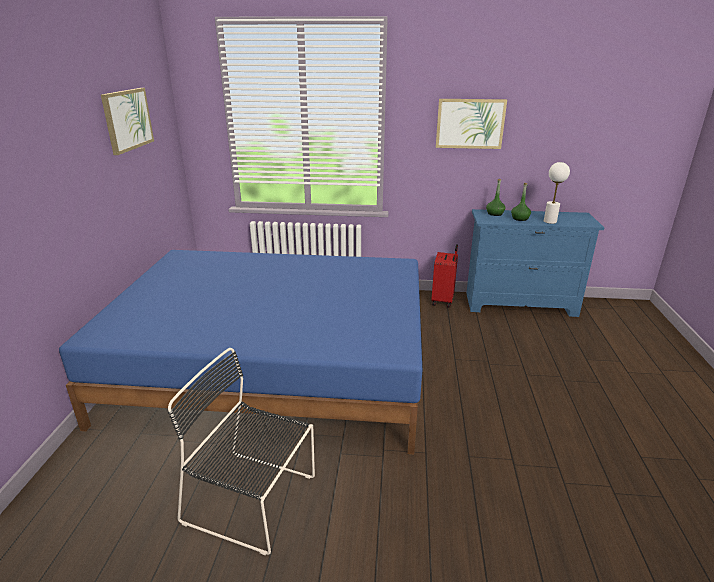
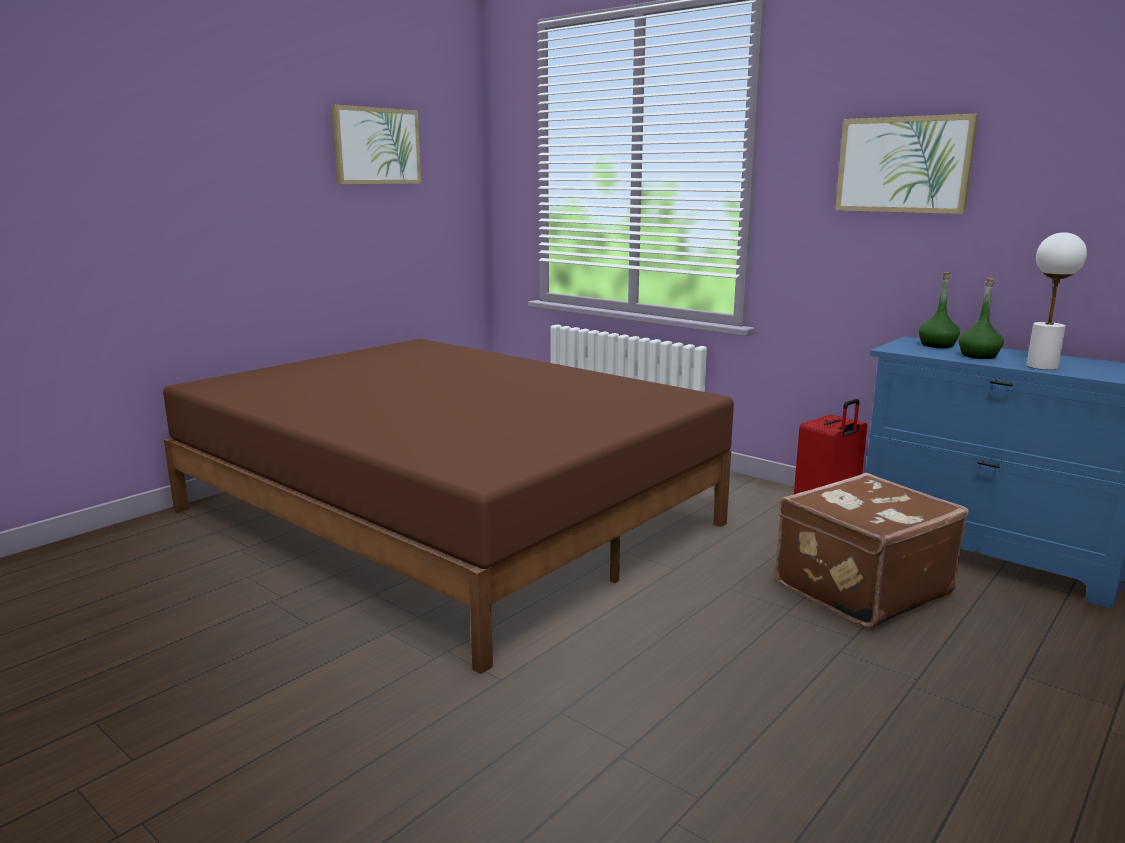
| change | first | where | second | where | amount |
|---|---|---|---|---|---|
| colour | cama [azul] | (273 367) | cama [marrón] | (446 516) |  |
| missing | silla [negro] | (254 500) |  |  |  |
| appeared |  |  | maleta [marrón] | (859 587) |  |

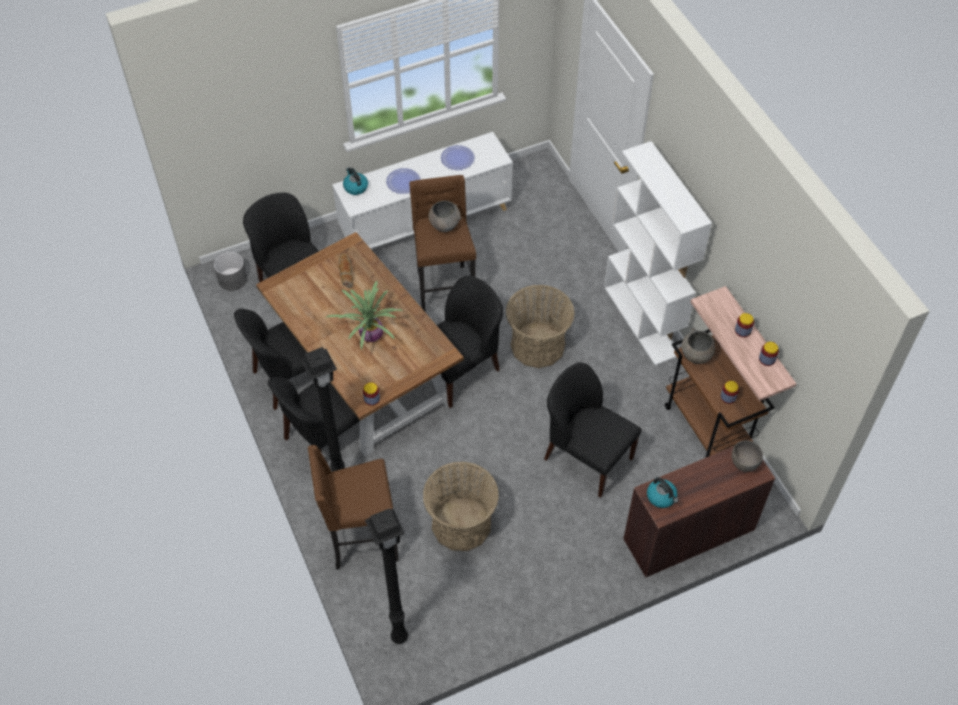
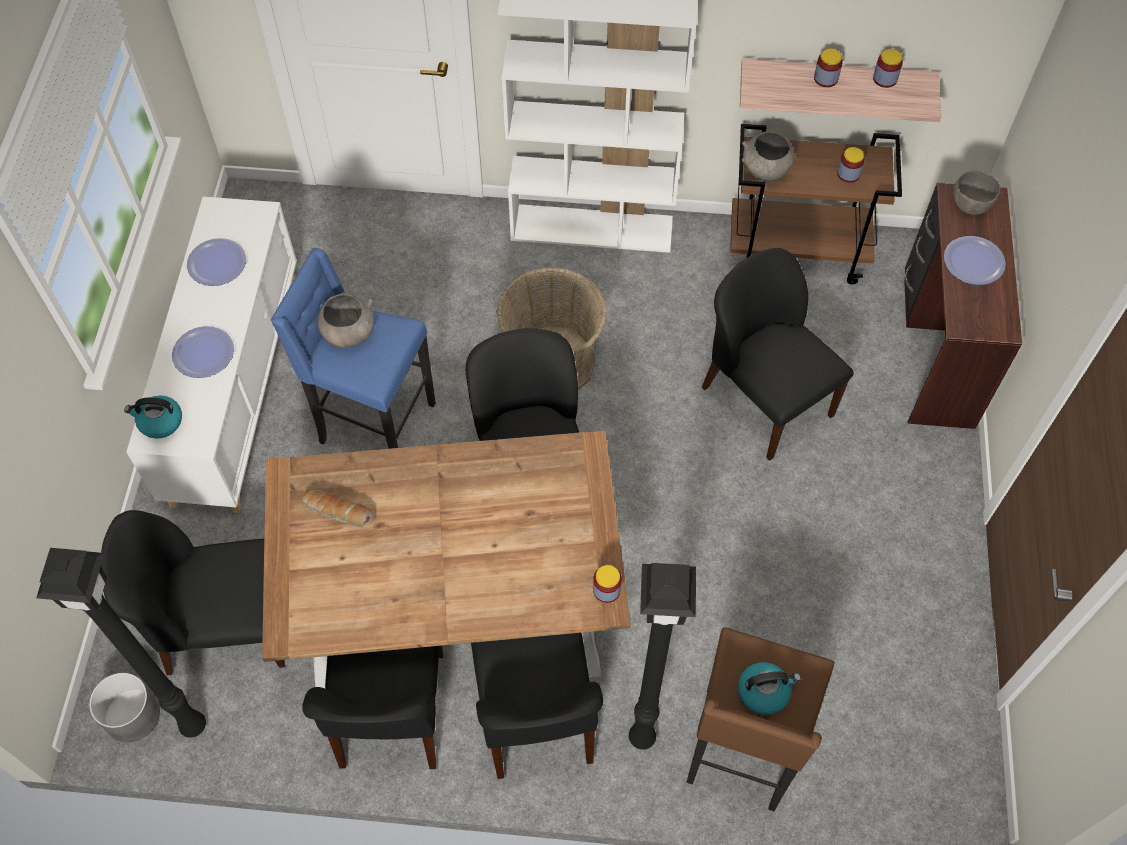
| change | first | where | second | where | amount |
|---|---|---|---|---|---|
| missing | planta en maceta | (370 335) |  |  |  |
| relocated | lámpara de pie [negro] | (400 636) |  | (192 724) |  |
| colour | taburete [marrón] | (444 288) | taburete [azul] | (374 424) |  |
| missing | cesta | (461 524) |  |  |  |
| spun | silla [negro] | (586 458) |  | (765 400) | 75 degrees clockwise |
| relocated | hervidor | (661 497) |  | (764 691) |  |
| appeared |  |  | plato | (973 261) |  |

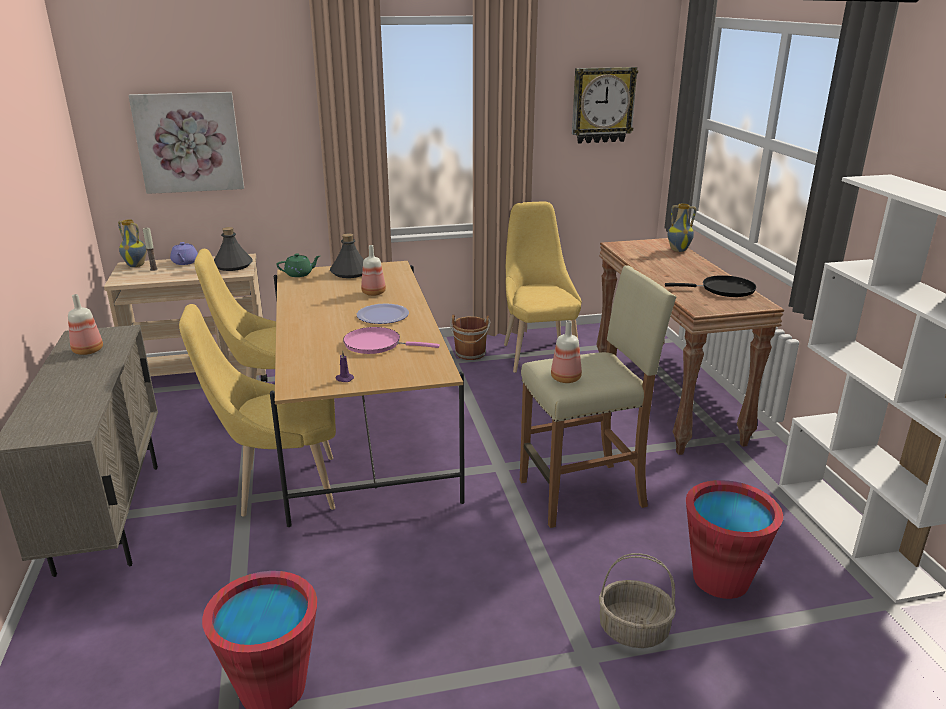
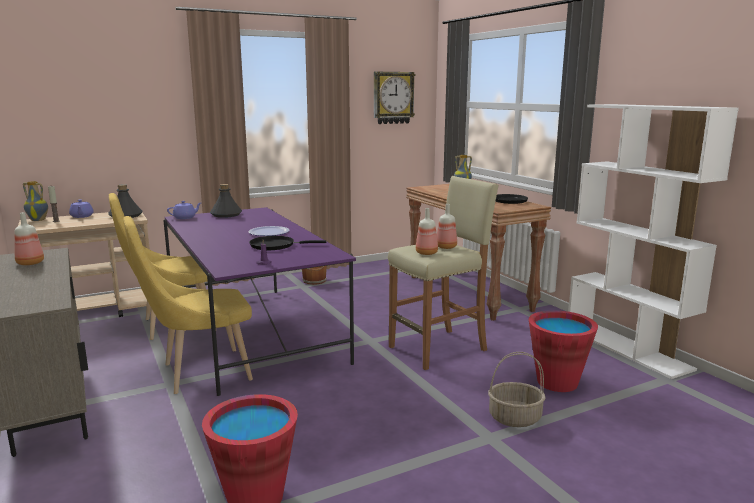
| change | first | where | second | where | amount |
|---|---|---|---|---|---|
| missing | cuadro | (189 142) |  |  |  |
| colour | mesa de comedor [beis] | (363 433) | mesa de comedor [morado] | (253 333) |  |
| colour | tetera [verde] | (299 274) | tetera [morado] | (185 217) |  |
| colour | sartén [rosa] | (377 344) | sartén [negro] | (276 246) |  |
| relocated | botella | (373 293) |  | (445 247) |  |
| missing | silla [amarillo] | (538 353) |  |  |  |

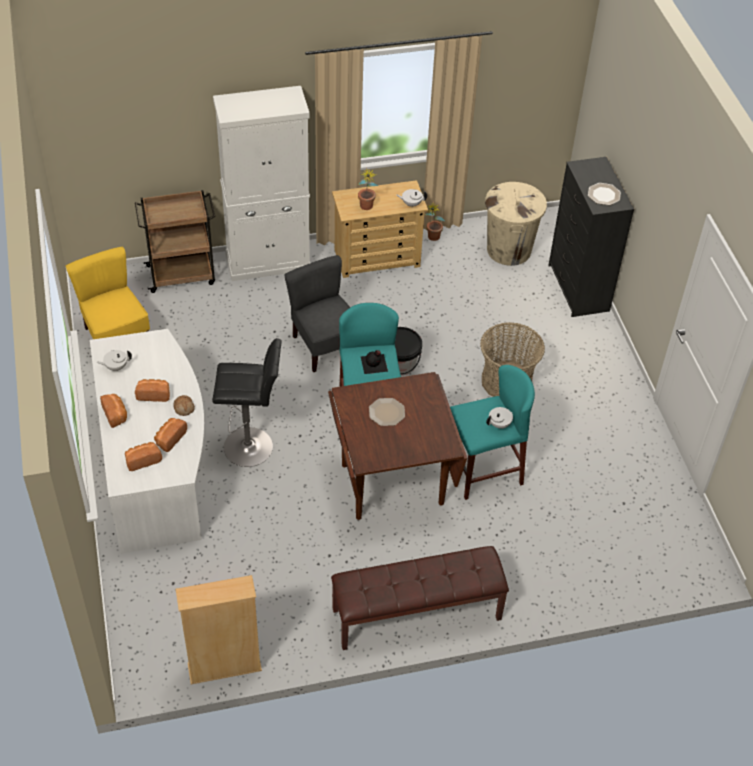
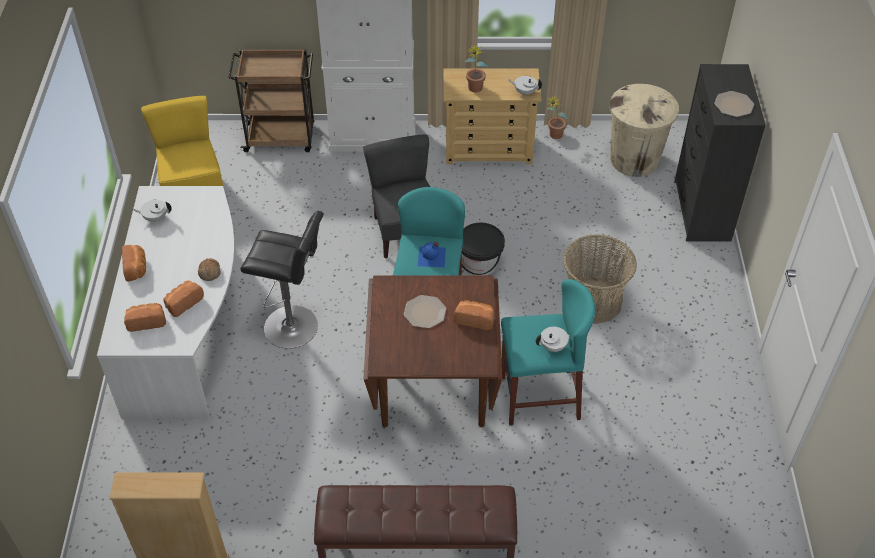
| change | first | where | second | where | amount |
|---|---|---|---|---|---|
| relocated | pan | (154 394) |  | (475 319) |  |
| colour | botella [negro] | (374 364) | botella [azul] | (432 257) |  |

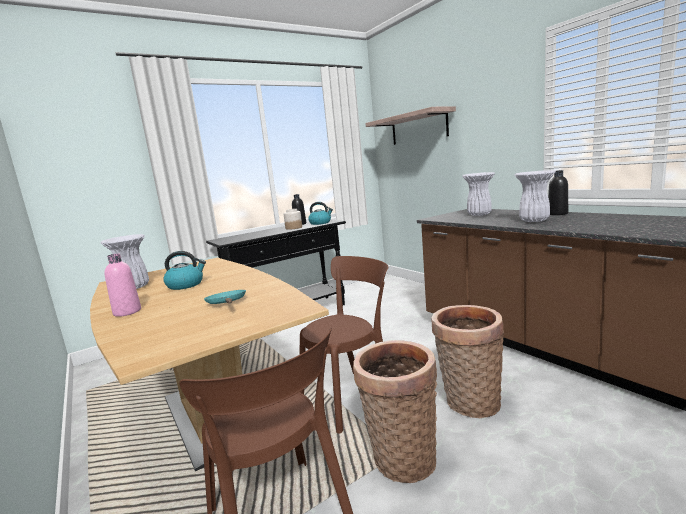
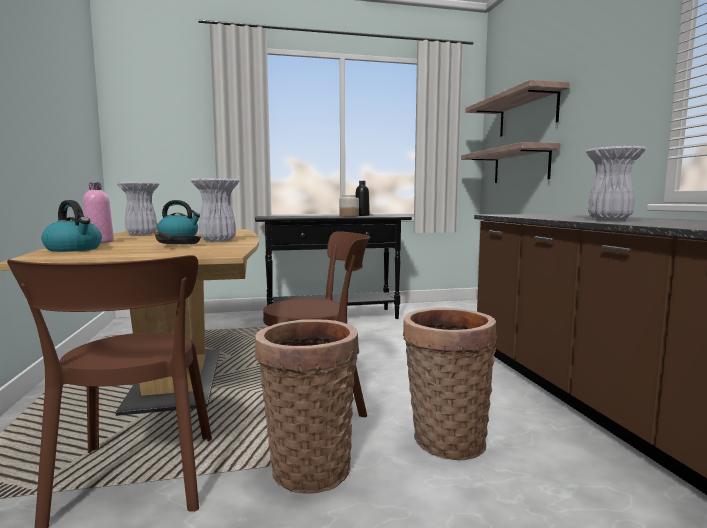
| change | first | where | second | where | amount |
|---|---|---|---|---|---|
| colour | sartén [turquesa] | (227 303) | sartén [negro] | (177 246) |  |
| relocated | hervidor | (320 223) |  | (74 249) |  |
| relocated | florero [blanco] | (478 214) |  | (218 240) |  |
| missing | botella [negro] | (557 214) |  |  |  |
| appeared |  |  | estante | (521 165) |  |

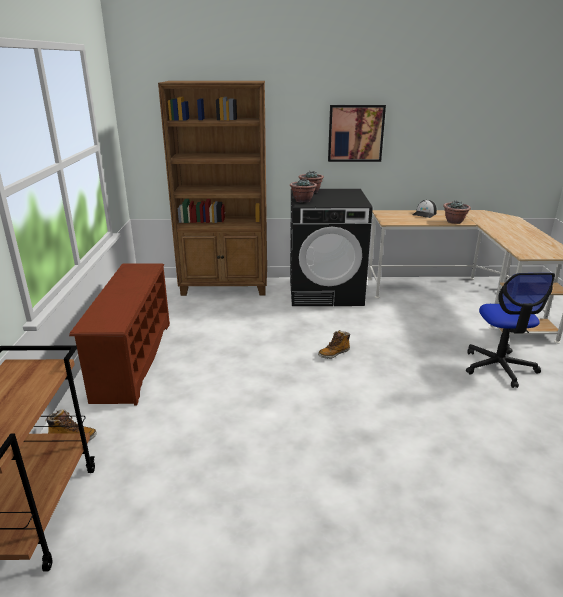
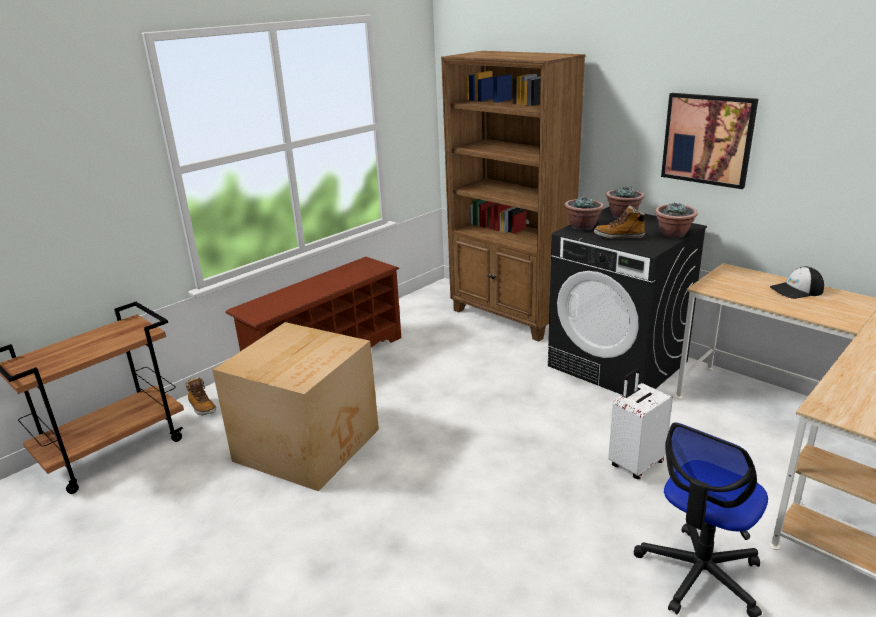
| change | first | where | second | where | amount |
|---|---|---|---|---|---|
| relocated | bota | (334 353) |  | (619 237) |  |
| relocated | planta en maceta | (454 222) |  | (673 234) |  |
| appeared |  |  | caja de cartón | (309 444) |  |
| appeared |  |  | maleta [blanco] | (635 464) |  |

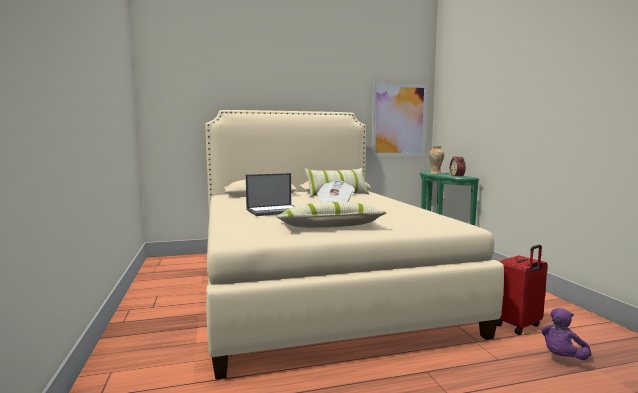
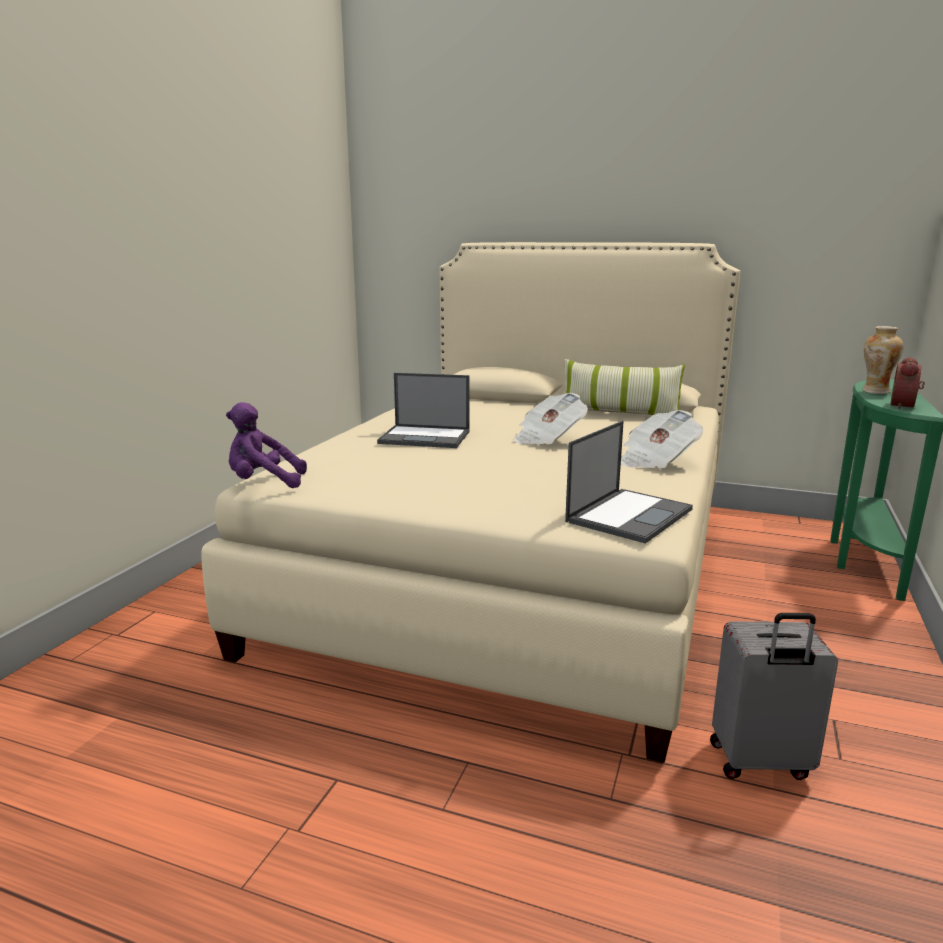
| change | first | where | second | where | amount |
|---|---|---|---|---|---|
| missing | cojín | (329 227) |  |  |  |
| missing | cuadro | (398 120) |  |  |  |
| colour | maleta [rojo] | (518 326) | maleta [gris] | (760 762) |  |
| relocated | peluche [morado] | (562 358) |  | (264 483) |  |
| appeared |  |  | portátil | (629 515) |  |
| appeared |  |  | periódico | (656 461) |  |

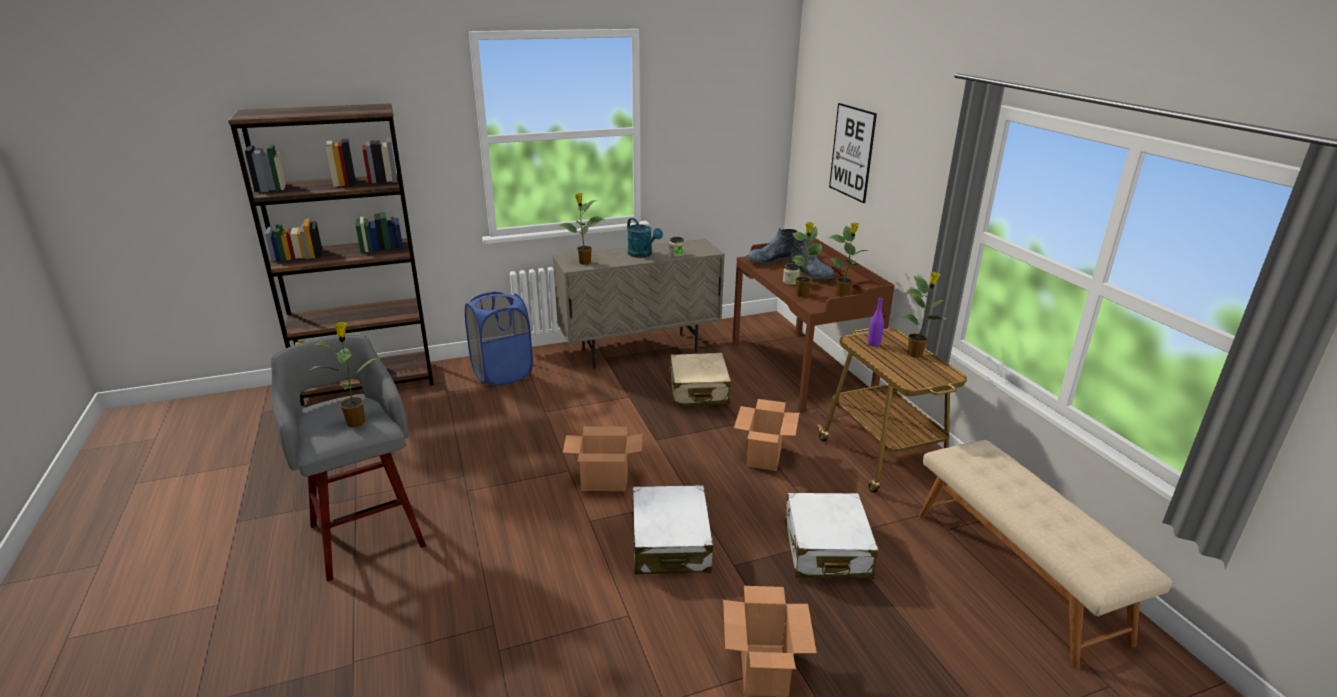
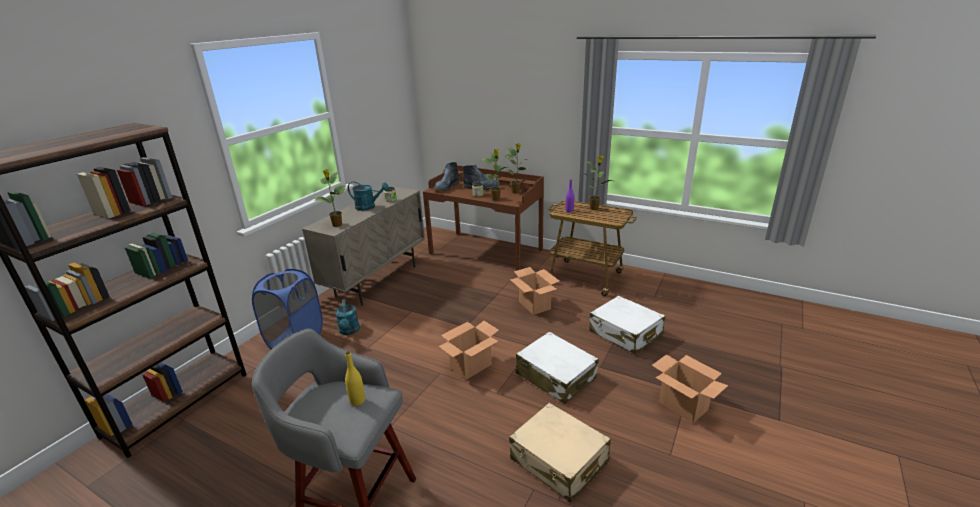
| change | first | where | second | where | amount |
|---|---|---|---|---|---|
| exchanged | planta en maceta | (356 421) | botella [amarillo] | (357 401) |  |
| relocated | maleta [beis] | (698 391) |  | (559 461) |  |
| missing | cuadro | (852 152) |  |  |  |
| missing | banco [beis] | (1017 573) |  |  |  |
| appeared |  |  | regadera [turquesa] | (349 331) |  |

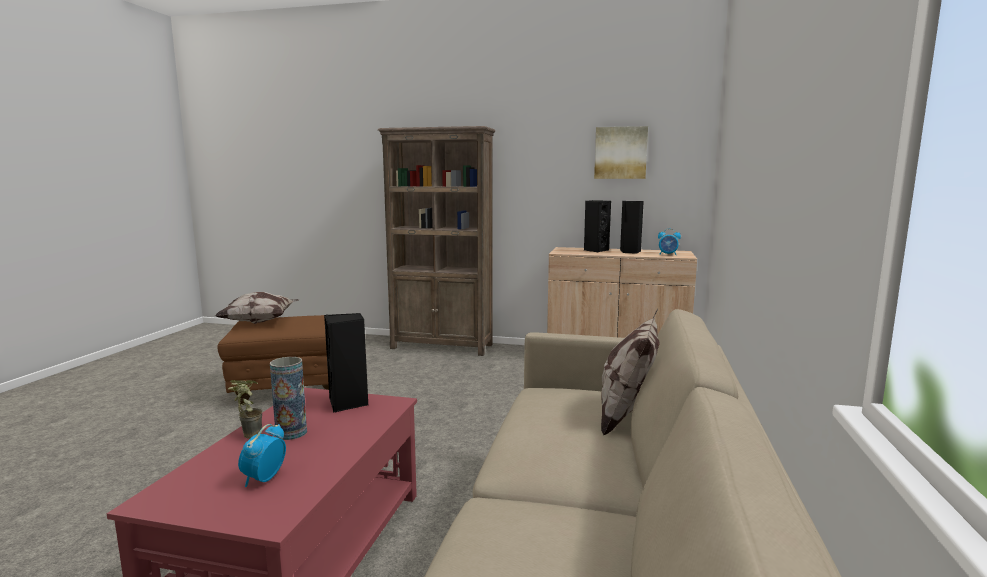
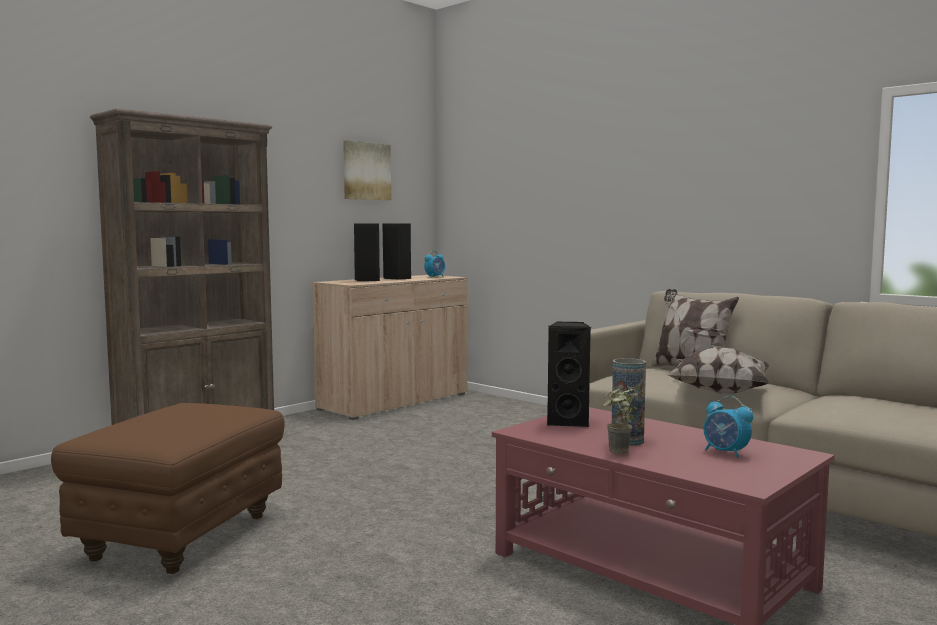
| change | first | where | second | where | amount |
|---|---|---|---|---|---|
| relocated | cojín | (260 321) |  | (718 392) |  |

